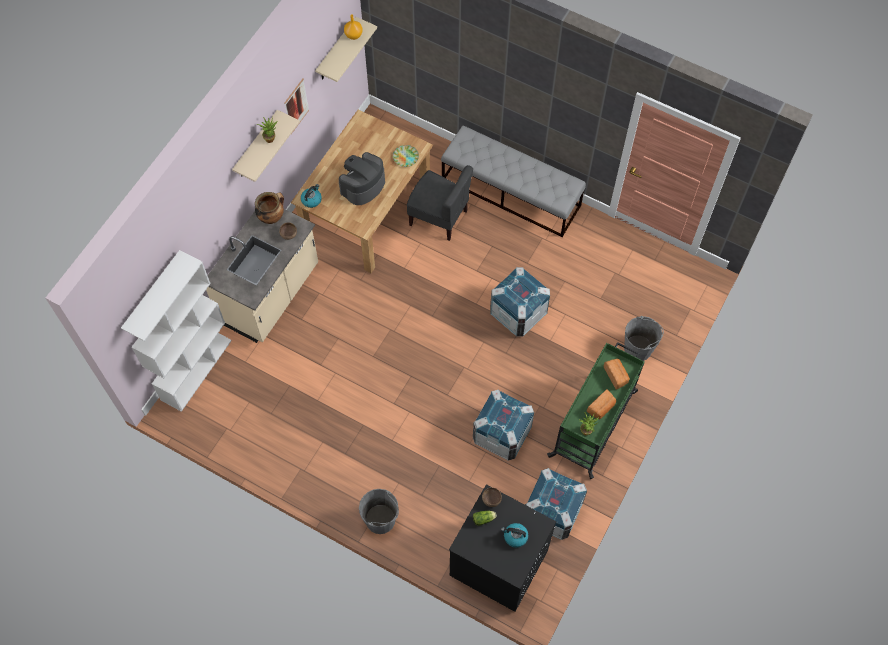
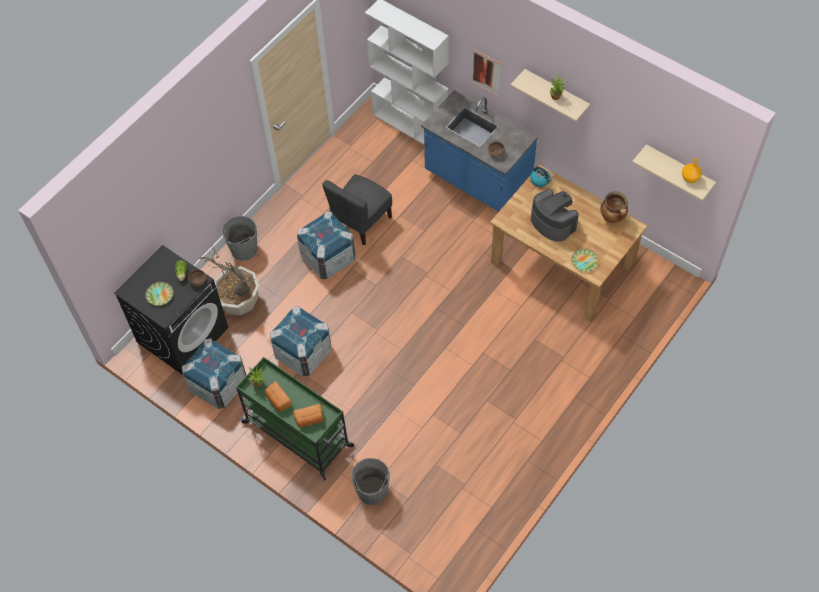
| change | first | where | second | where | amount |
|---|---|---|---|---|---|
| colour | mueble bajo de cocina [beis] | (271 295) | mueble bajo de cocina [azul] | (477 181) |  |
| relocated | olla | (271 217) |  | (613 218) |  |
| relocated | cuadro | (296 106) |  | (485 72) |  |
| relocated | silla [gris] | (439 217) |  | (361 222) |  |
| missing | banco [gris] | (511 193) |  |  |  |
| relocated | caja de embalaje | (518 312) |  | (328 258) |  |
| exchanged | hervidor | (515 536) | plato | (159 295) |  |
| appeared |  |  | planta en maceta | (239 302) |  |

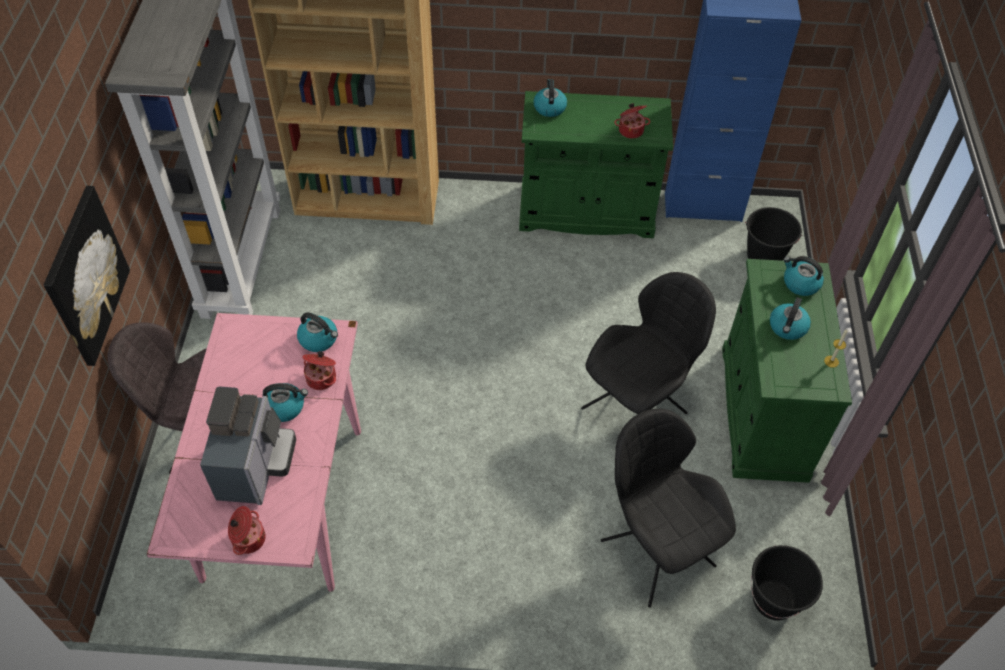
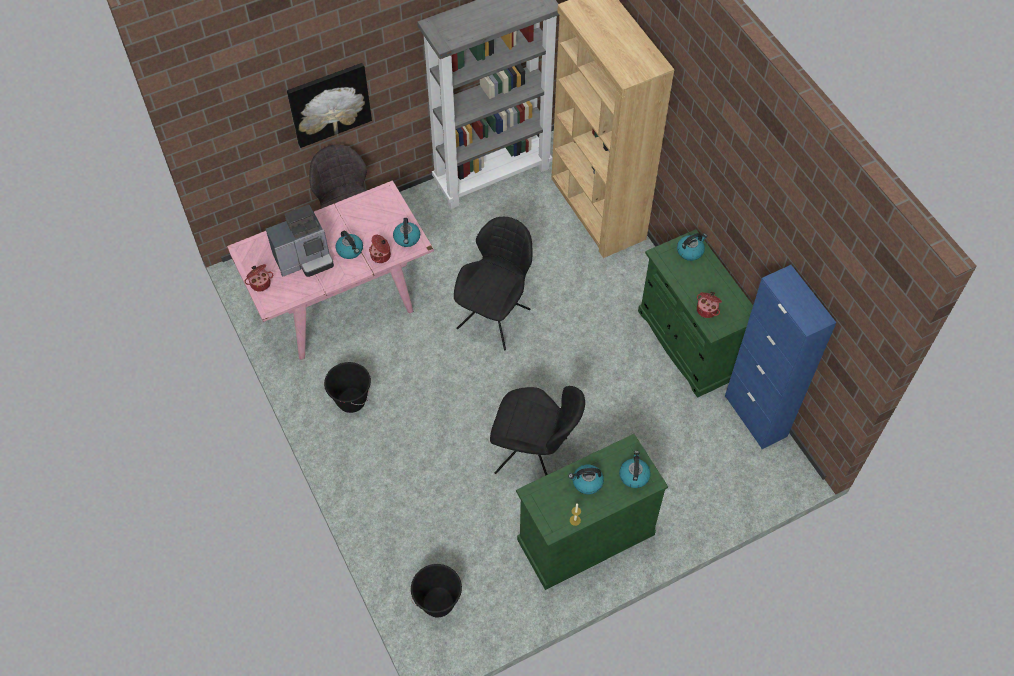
| change | first | where | second | where | amount |
|---|---|---|---|---|---|
| relocated | silla [negro] | (655 549) |  | (495 317) |  |
| relocated | cubo [negro] | (764 257) |  | (351 400) |  |

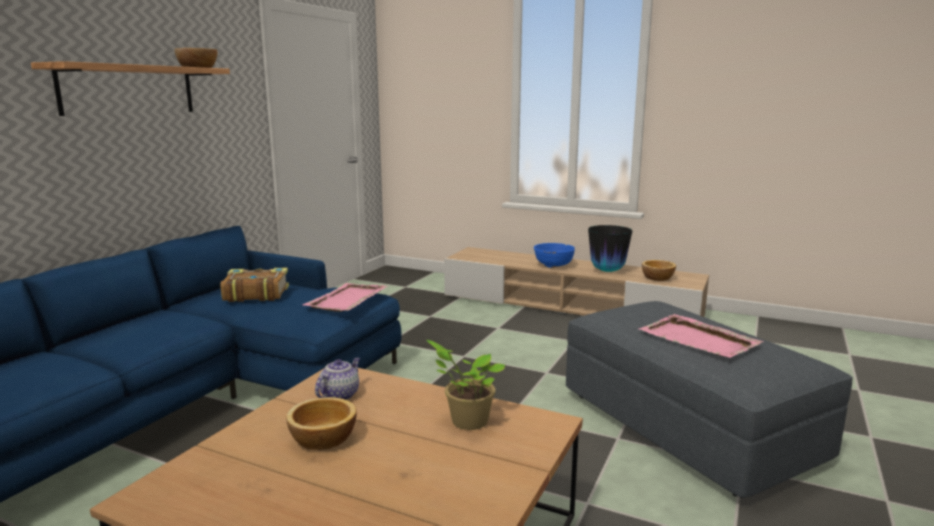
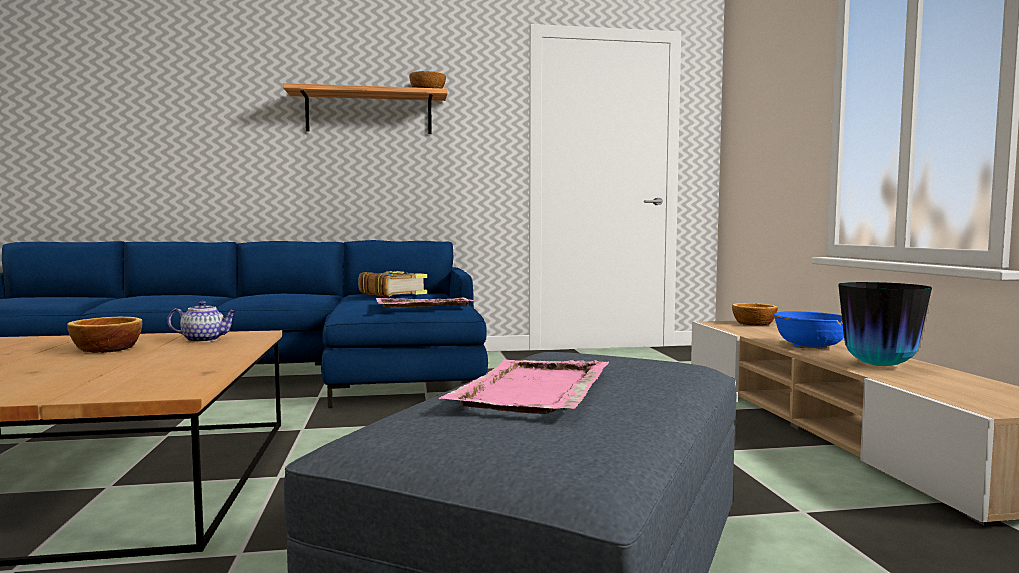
| change | first | where | second | where | amount |
|---|---|---|---|---|---|
| missing | planta en maceta | (466 421) |  |  |  |
| relocated | cuenco | (657 278) |  | (753 323) |  |

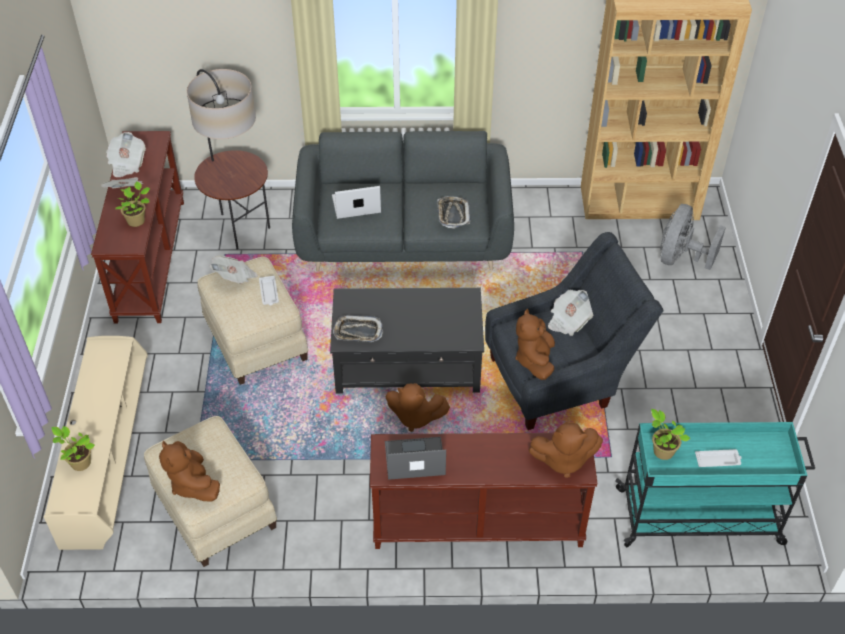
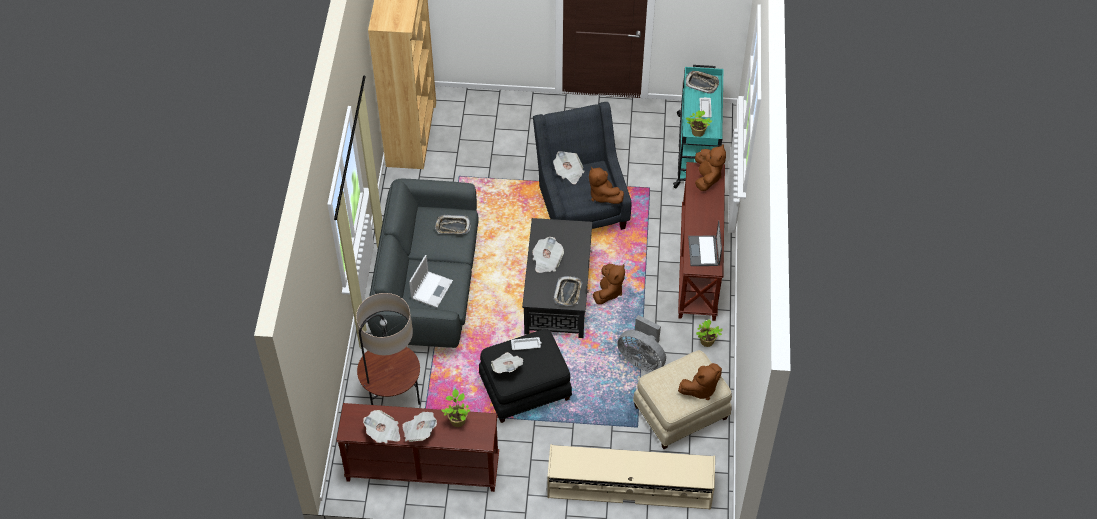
| change | first | where | second | where | amount |
|---|---|---|---|---|---|
| relocated | planta en maceta | (79 462) |  | (706 342) |  |
| colour | puf [beis] | (255 341) | puf [negro] | (525 390) |  |
| spun | portátil | (355 205) |  | (432 289) | 150 degrees counterclockwise |
| spun | peluche [marrón] | (535 360) |  | (602 195) | 45 degrees clockwise |
| relocated | ventilador [gris] | (680 258) |  | (642 359) |  |
| appeared |  |  | periódico | (546 261) |  |
| appeared |  |  | bandeja | (702 83) |  |

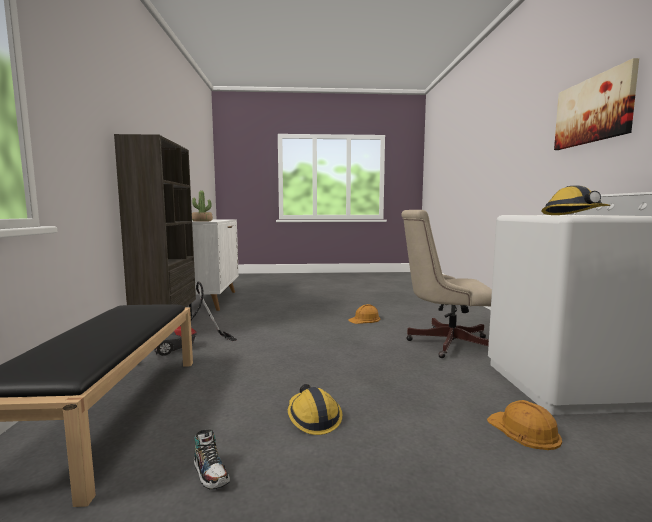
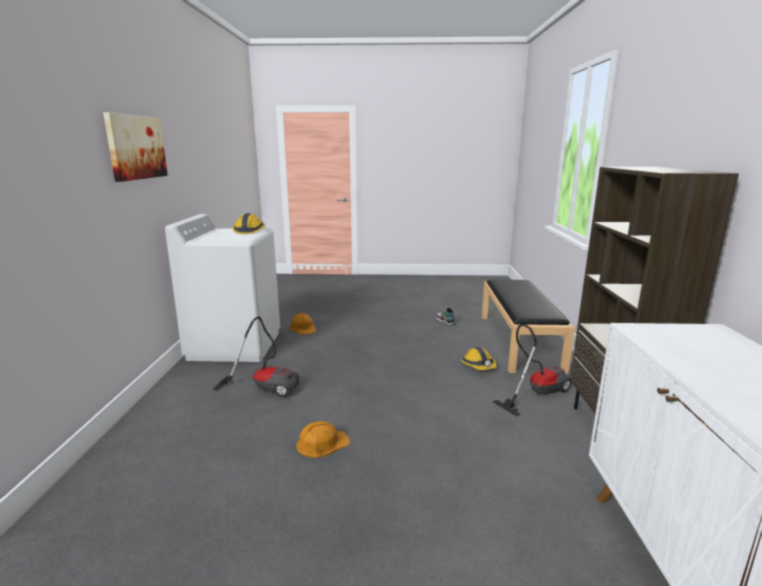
| change | first | where | second | where | amount |
|---|---|---|---|---|---|
| missing | planta en maceta | (202 221) |  |  |  |
| relocated | casco | (313 417) |  | (478 366) |  |
| exchanged | silla de oficina [beis] | (444 343) | aspiradora | (265 386) |  |

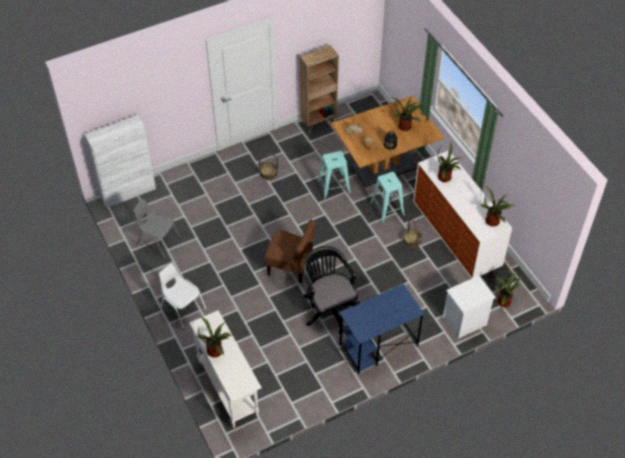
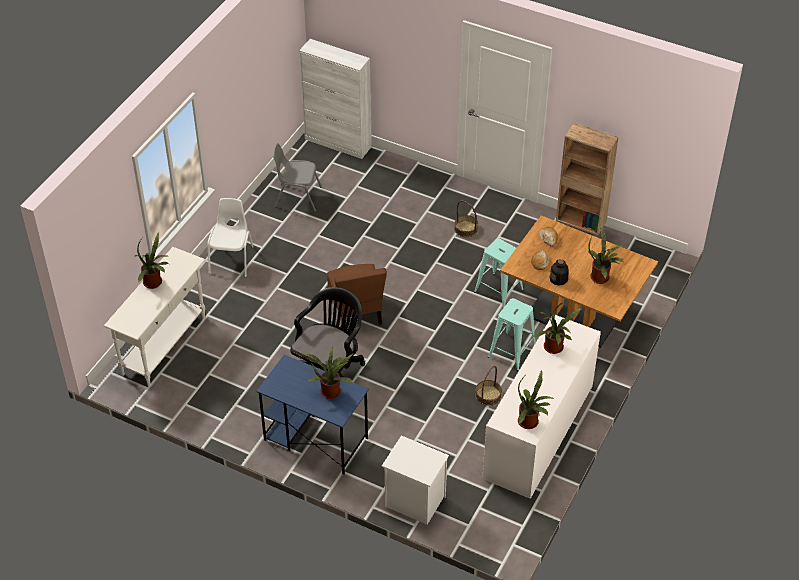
| change | first | where | second | where | amount |
|---|---|---|---|---|---|
| spun | silla [gris] | (158 241) |  | (297 197) | 75 degrees counterclockwise |
| relocated | planta en maceta | (502 301) |  | (331 390) |  |

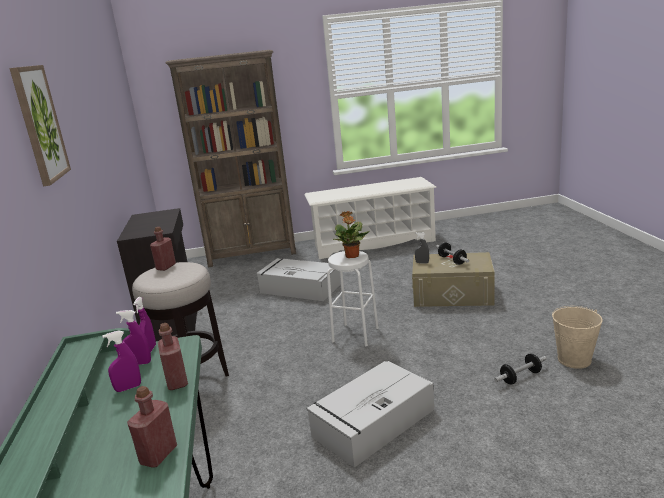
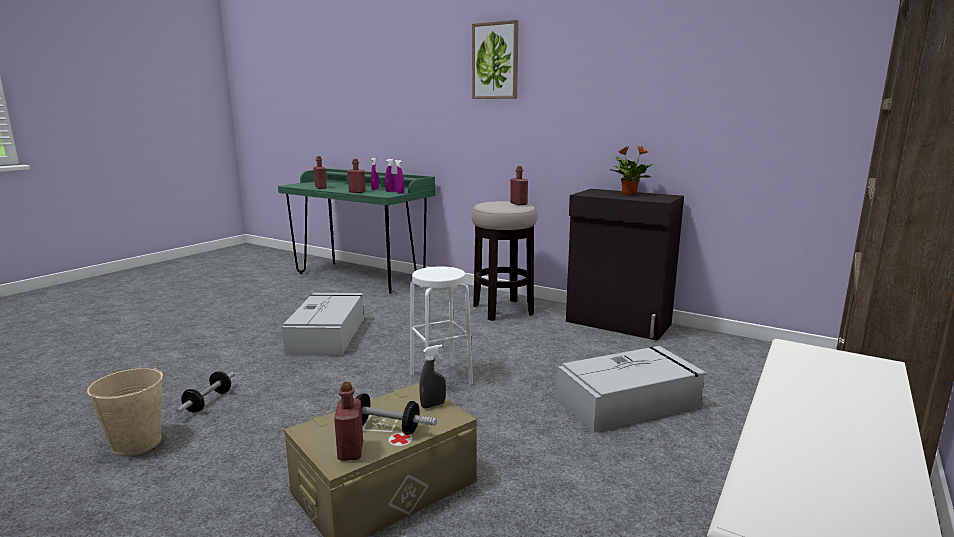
| change | first | where | second | where | amount |
|---|---|---|---|---|---|
| relocated | planta en maceta | (352 256) |  | (628 194) |  |
| appeared |  |  | botella [rojo] | (350 451) |  |

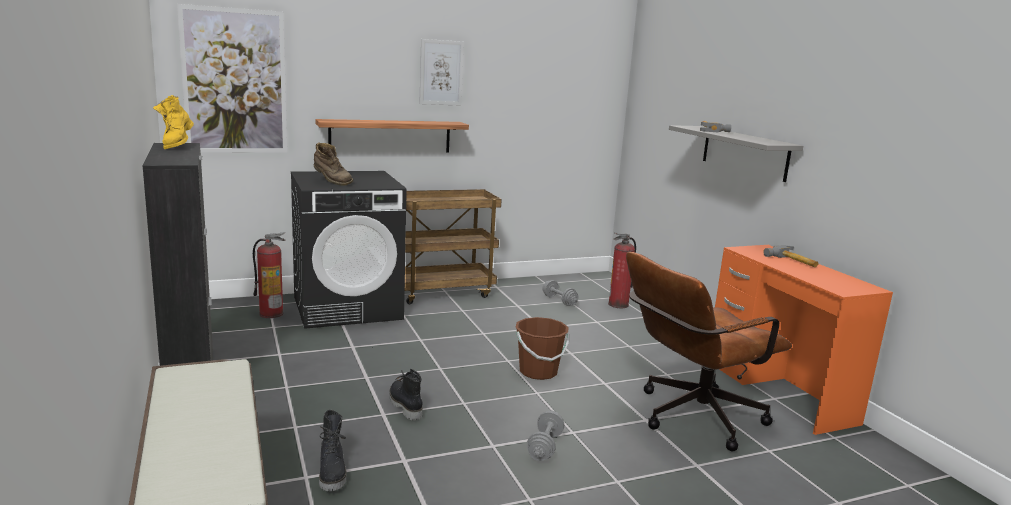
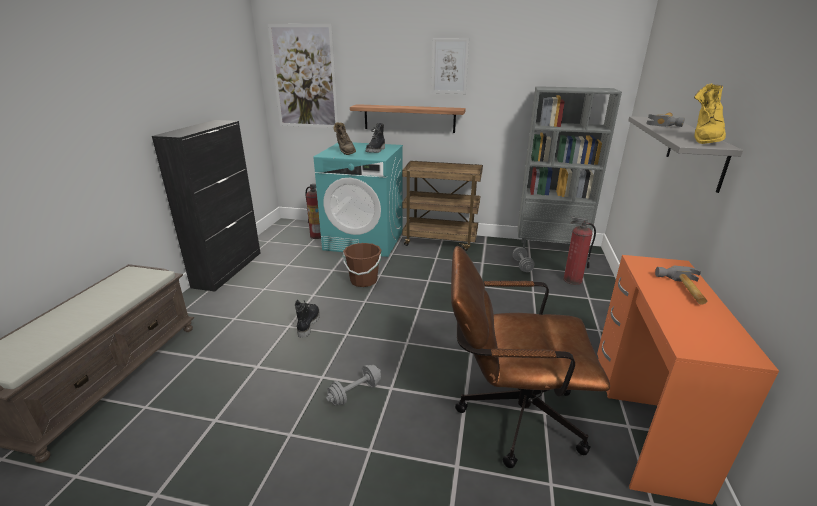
| change | first | where | second | where | amount |
|---|---|---|---|---|---|
| relocated | bota [amarillo] | (177 146) |  | (704 139) |  |
| colour | lavadora [negro] | (348 307) | lavadora [turquesa] | (364 240) |  |
| relocated | bota [negro] | (333 473) |  | (376 151) |  |
| relocated | cubo [marrón] | (538 372) |  | (363 281) |  |
| appeared |  |  | estantería [gris] | (549 249) |  |

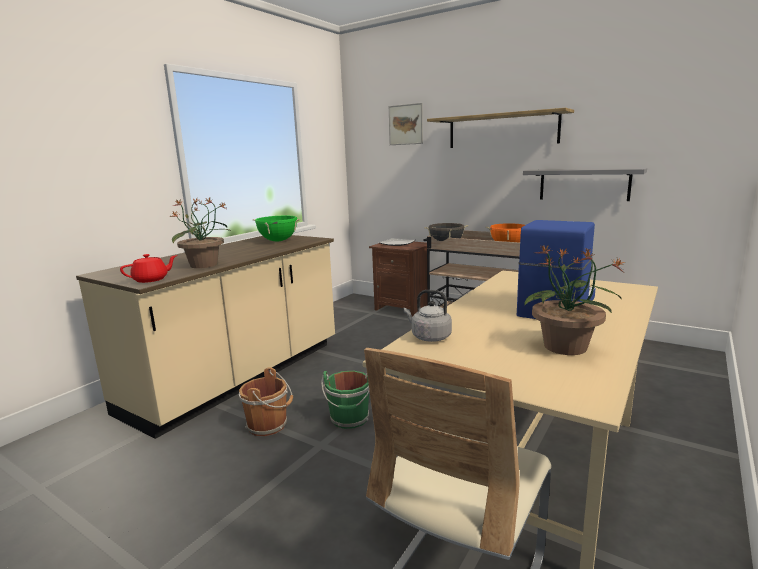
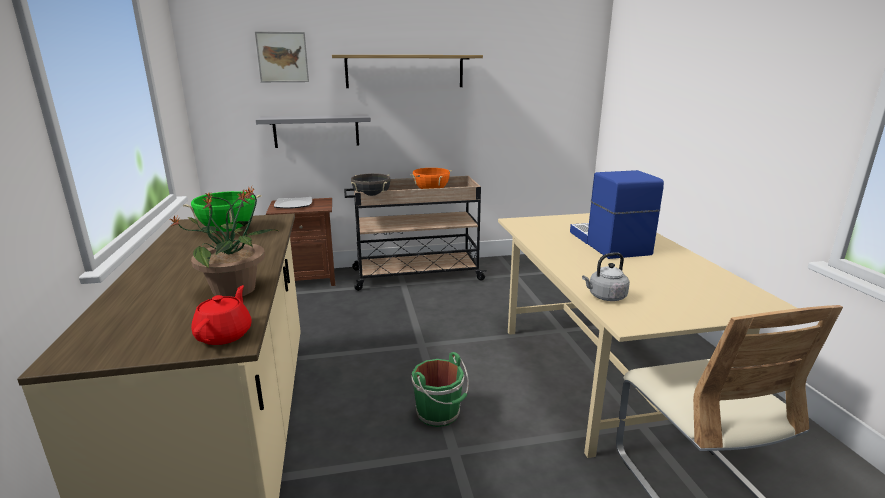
| change | first | where | second | where | amount |
|---|---|---|---|---|---|
| missing | cubo [marrón] | (269 425) |  |  |  |
| relocated | estante [gris] | (584 184) |  | (316 131) |  |
| missing | planta en maceta | (566 347) |  |  |  |

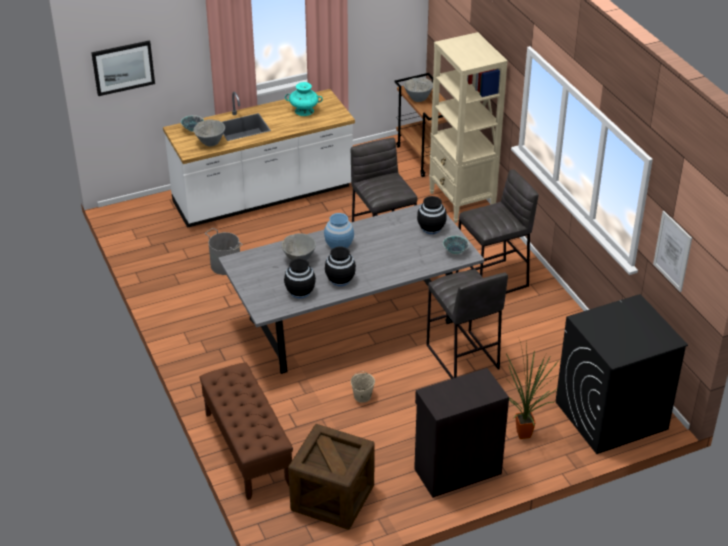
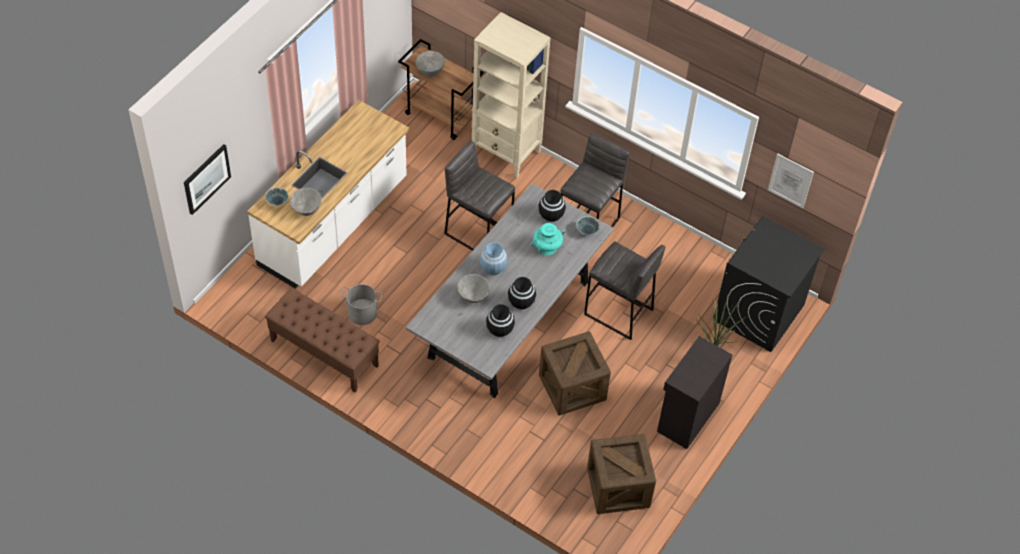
| change | first | where | second | where | amount |
|---|---|---|---|---|---|
| relocated | banco [marrón] | (247 448) |  | (324 353) |  |
| relocated | florero [turquesa] | (304 111) |  | (546 247) |  |
| exchanged | cubo [beis] | (362 397) | caja de embalaje | (572 387) |  |

